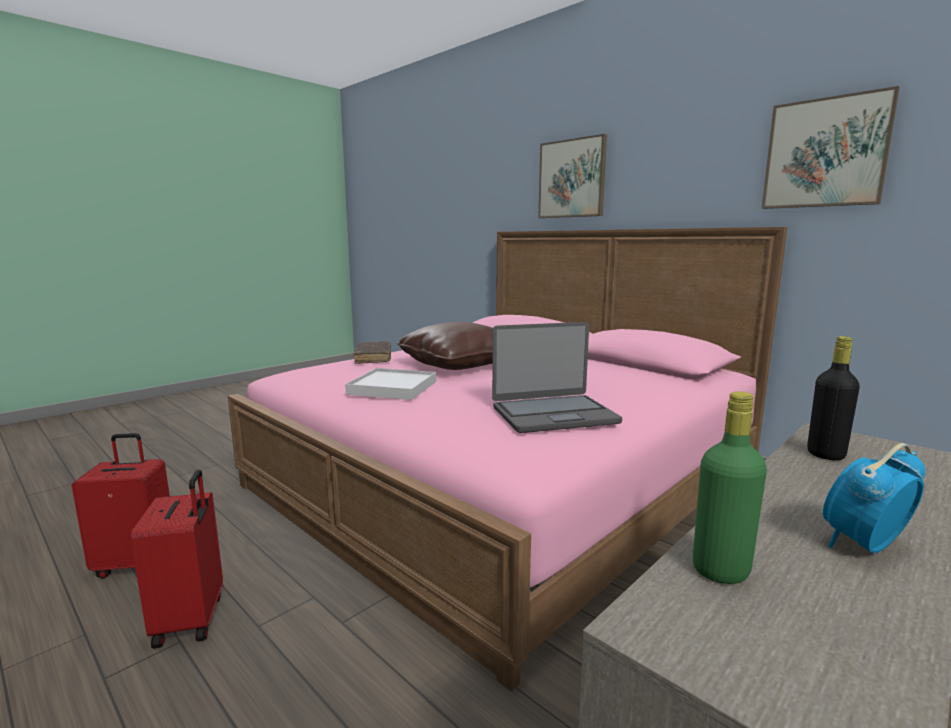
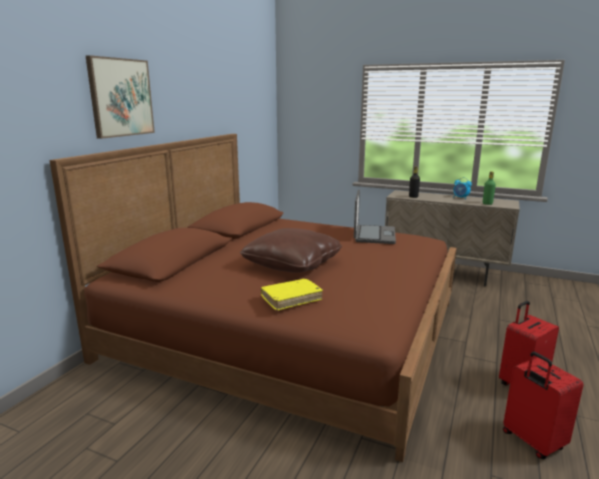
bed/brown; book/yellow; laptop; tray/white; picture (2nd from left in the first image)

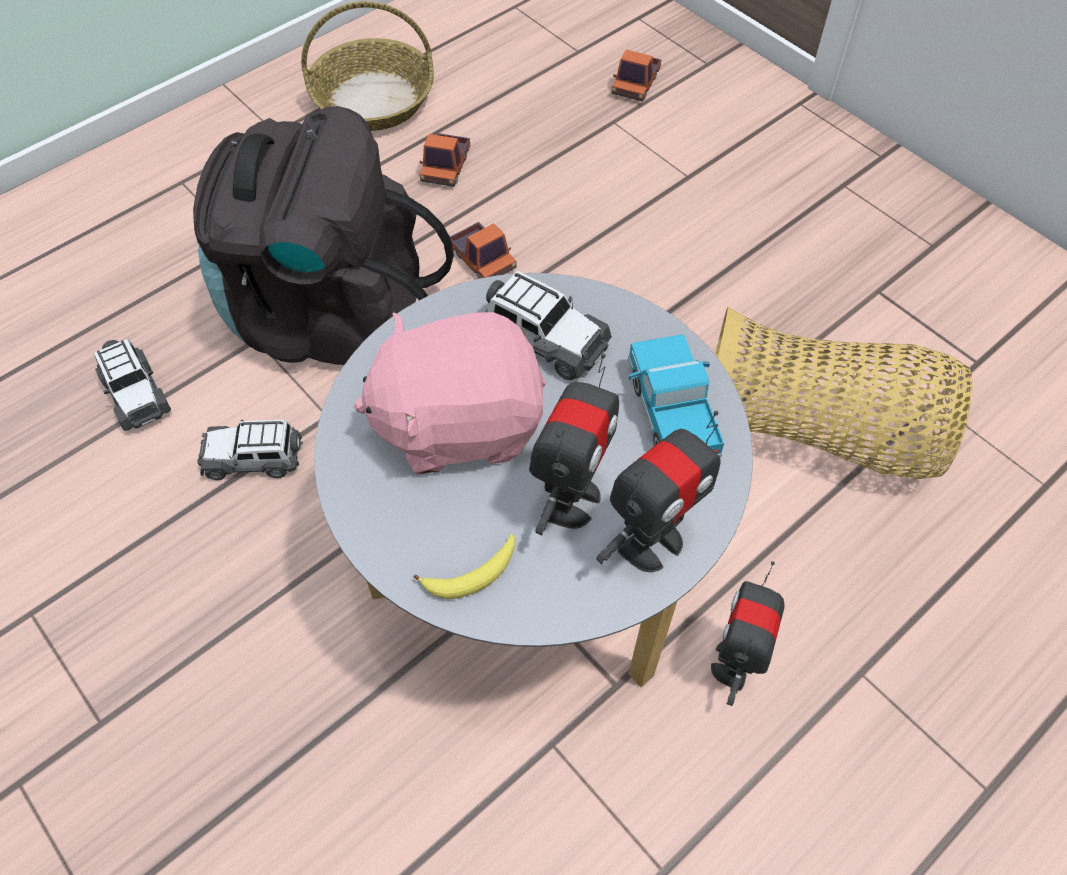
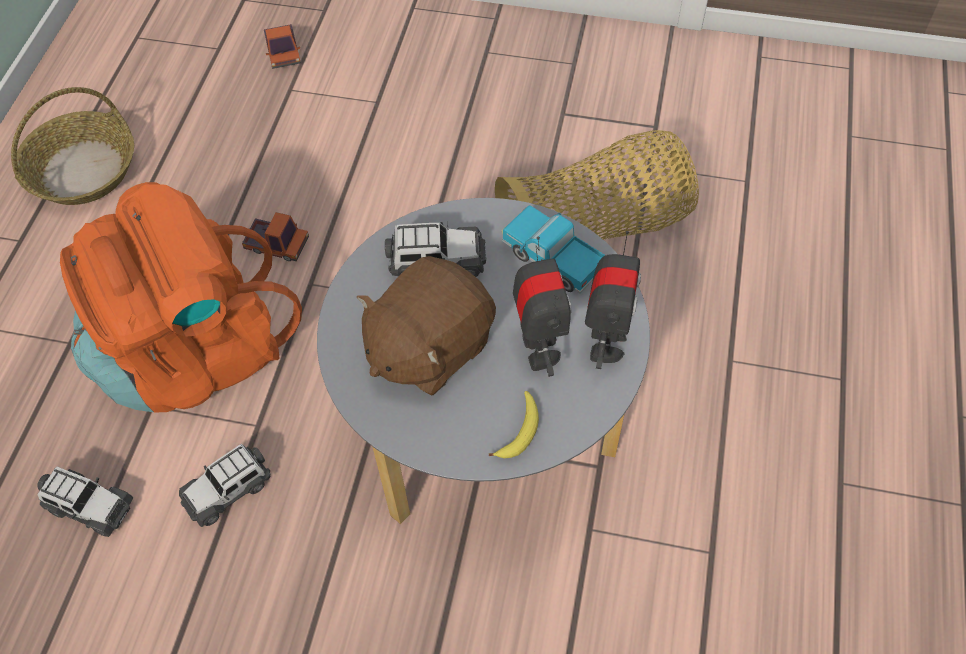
backpack/orange; plush toy/brown; toy truck (1st from left in the first image); toy robot (3rd from left in the first image)

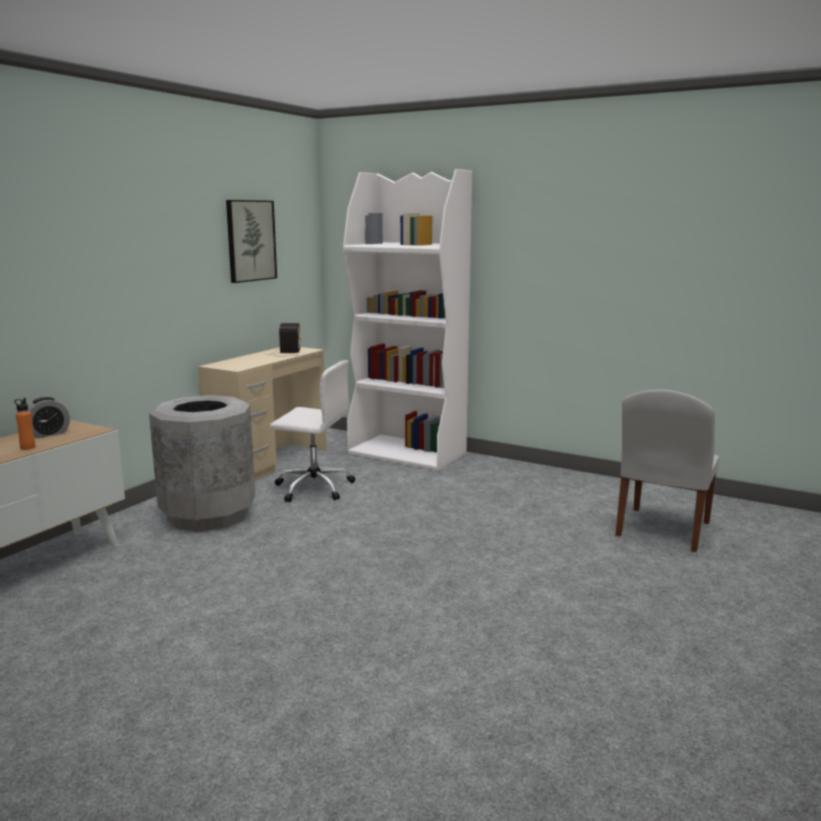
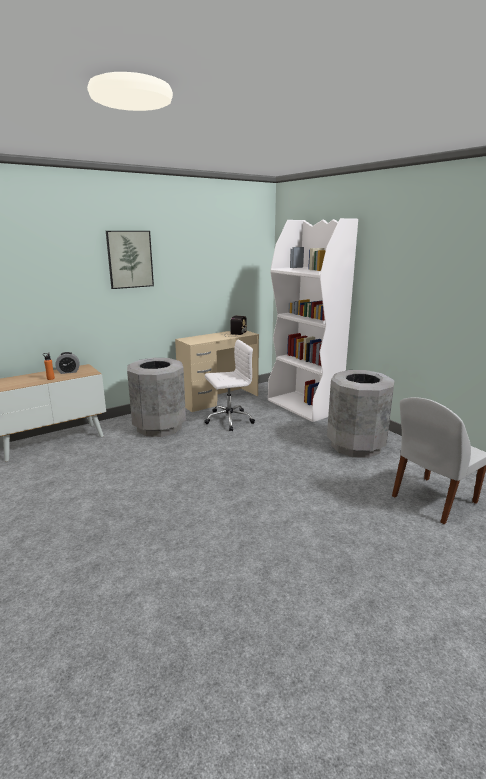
picture; office chair/white; trash can/grey (2nd from left)

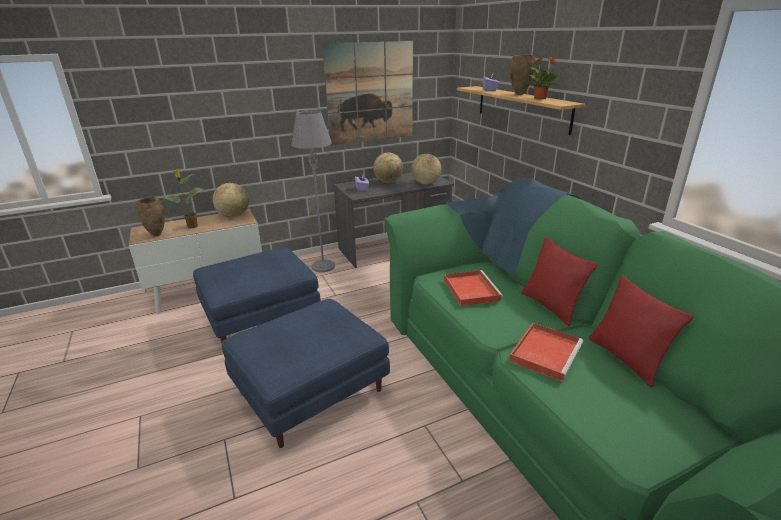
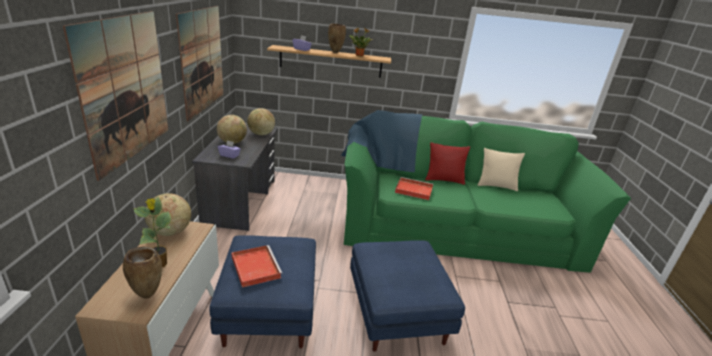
picture (1st from left); tray/red (1st from left); pillow/beige; floor lamp/grey

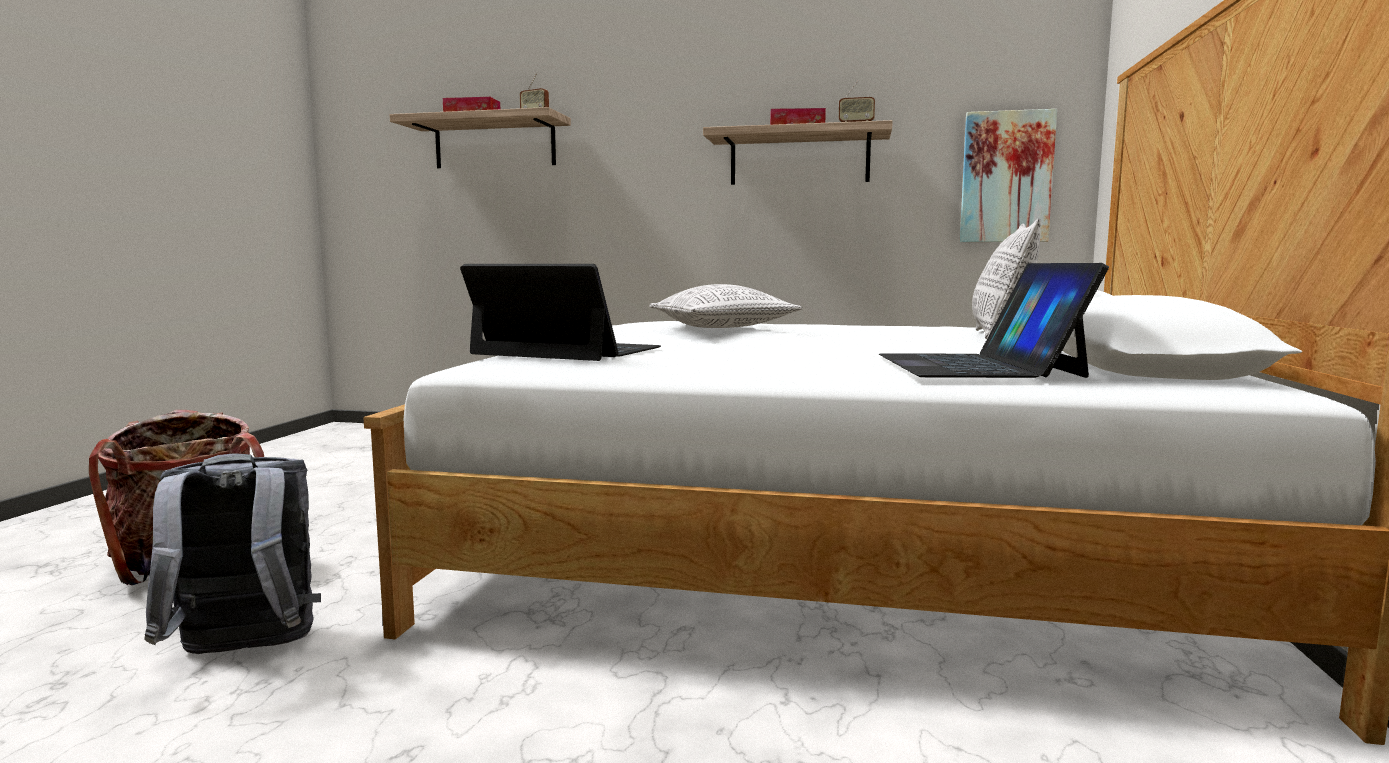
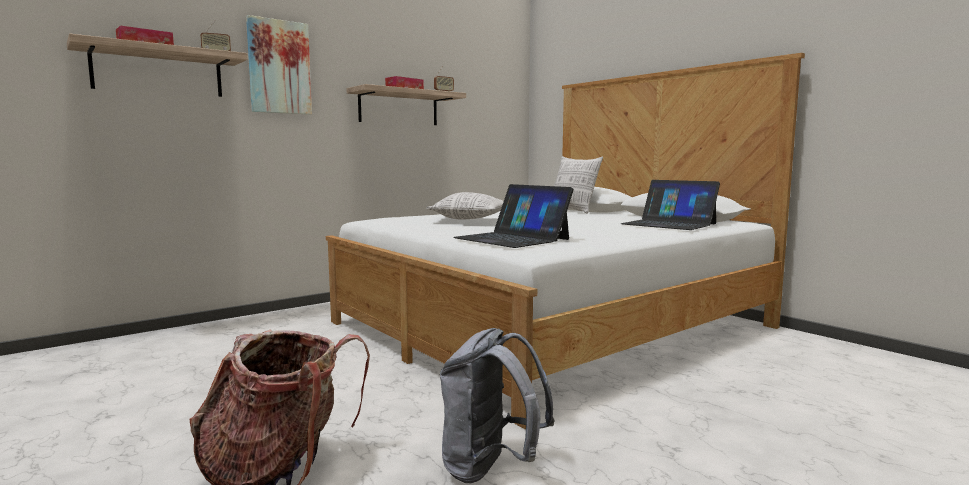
picture; laptop (1st from left)

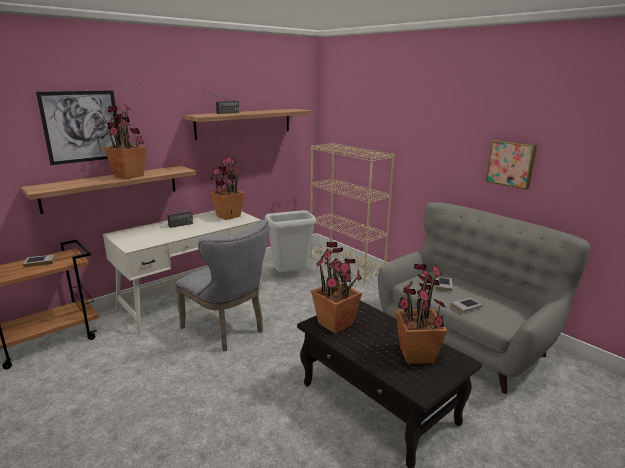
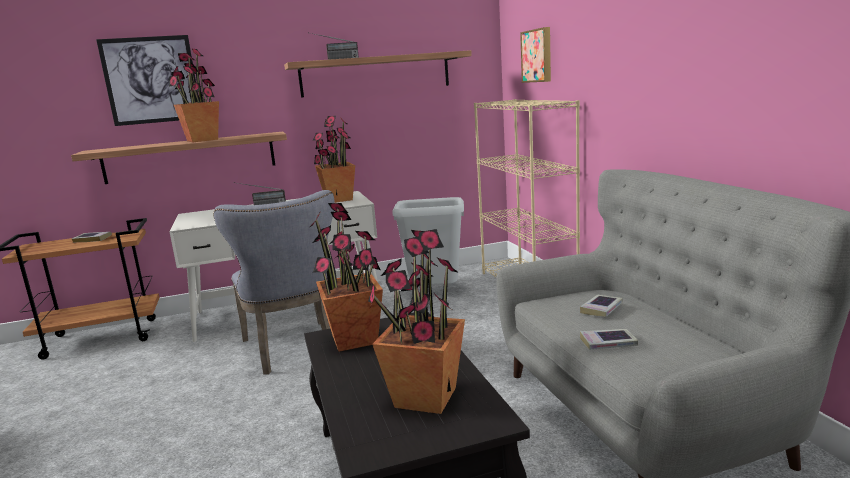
picture (2nd from left)

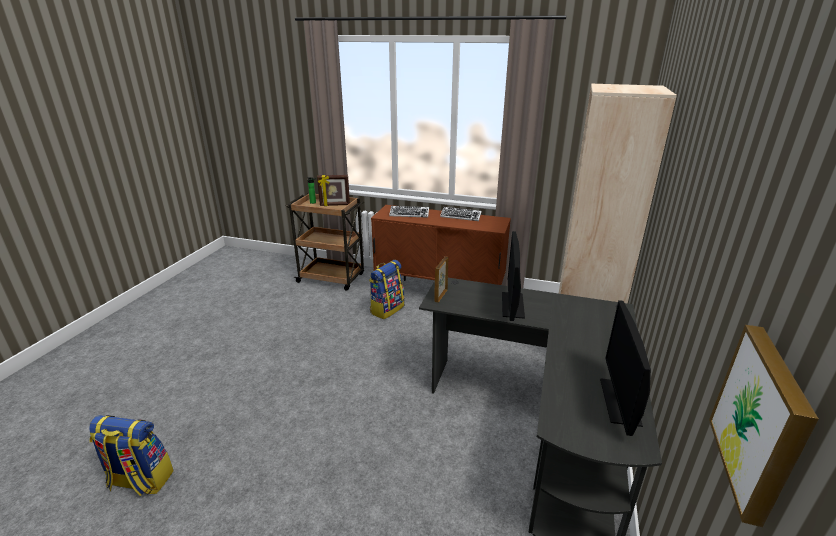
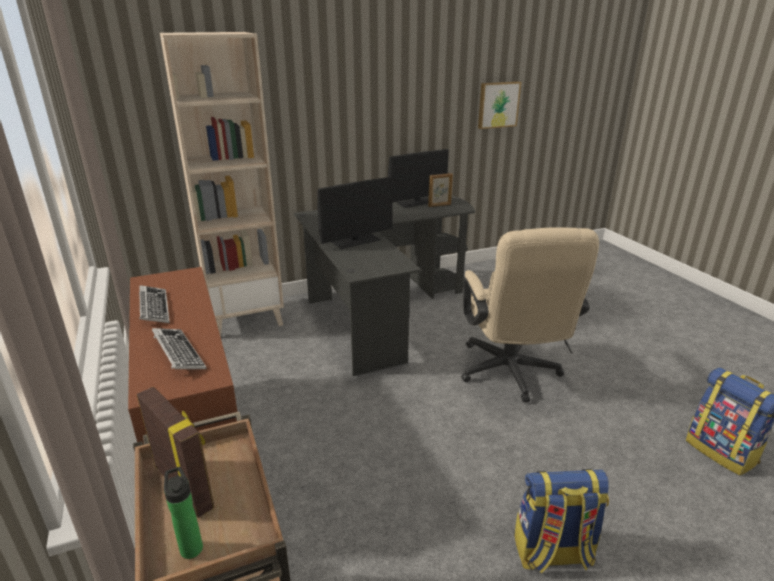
picture frame (2nd from left); office chair/beige; backpack (1st from left)

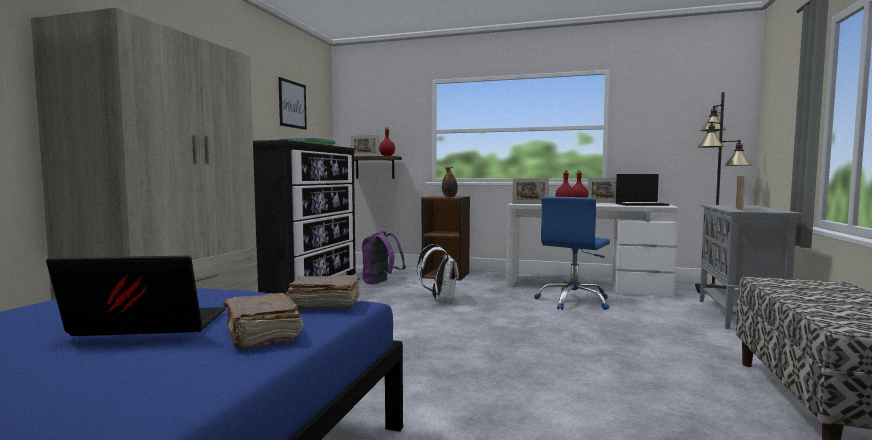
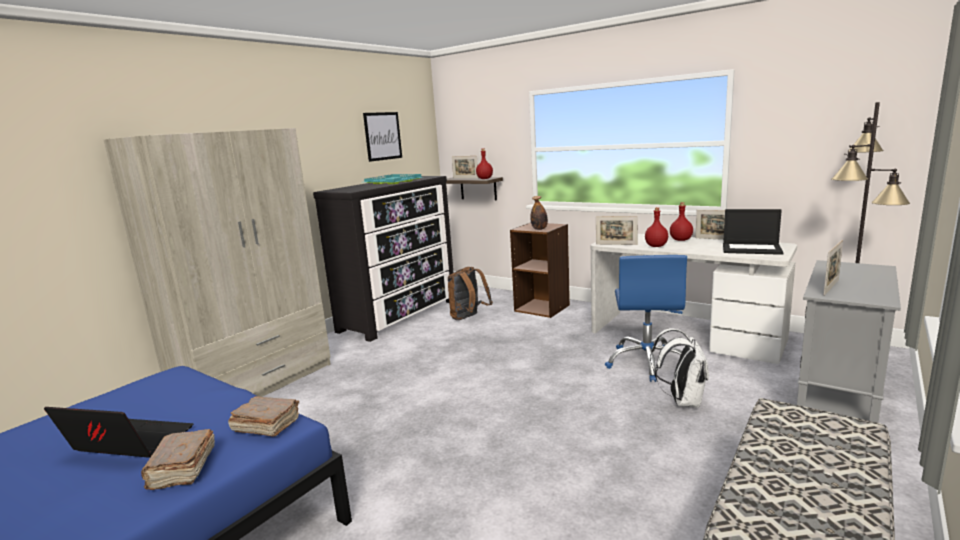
backpack/brown; office chair/blue; backpack/white

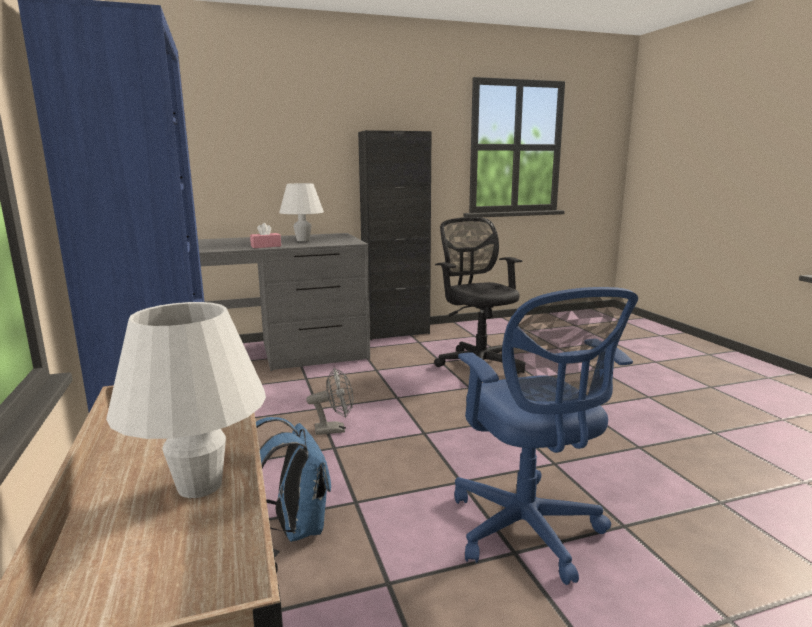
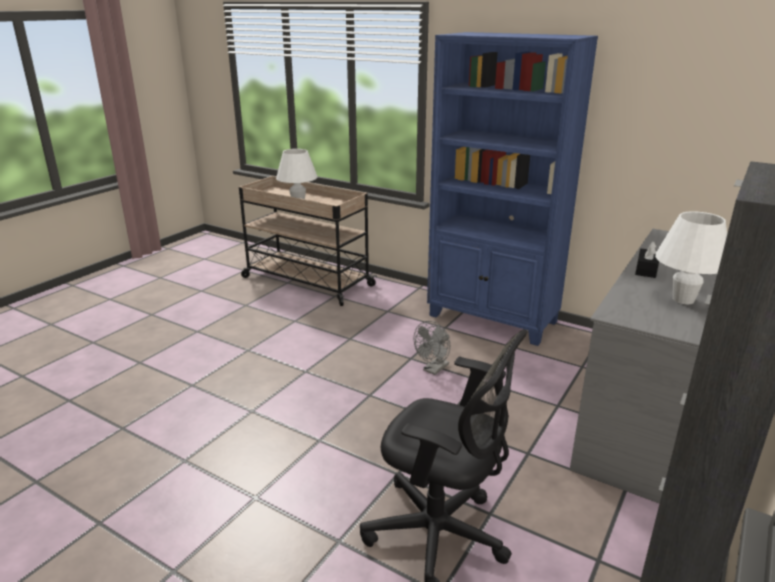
tissue box/black; backpack/blue; office chair/blue

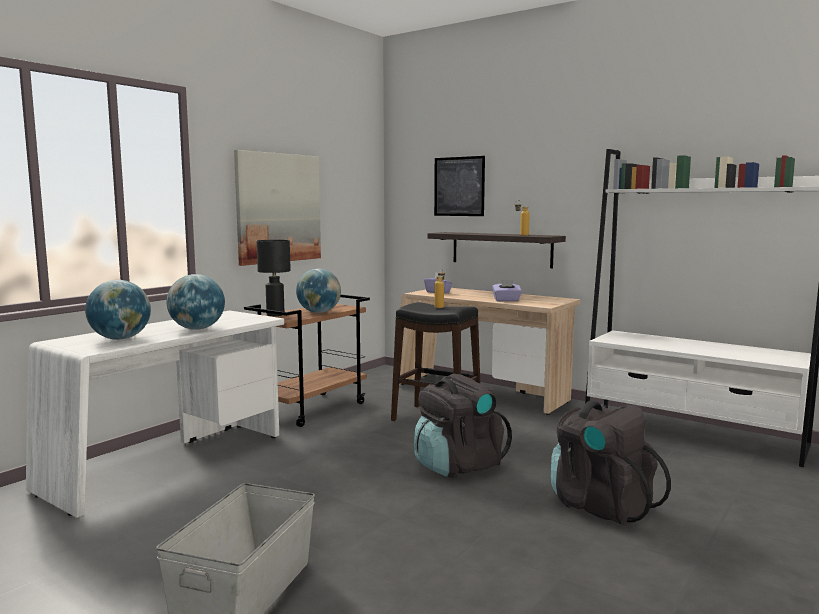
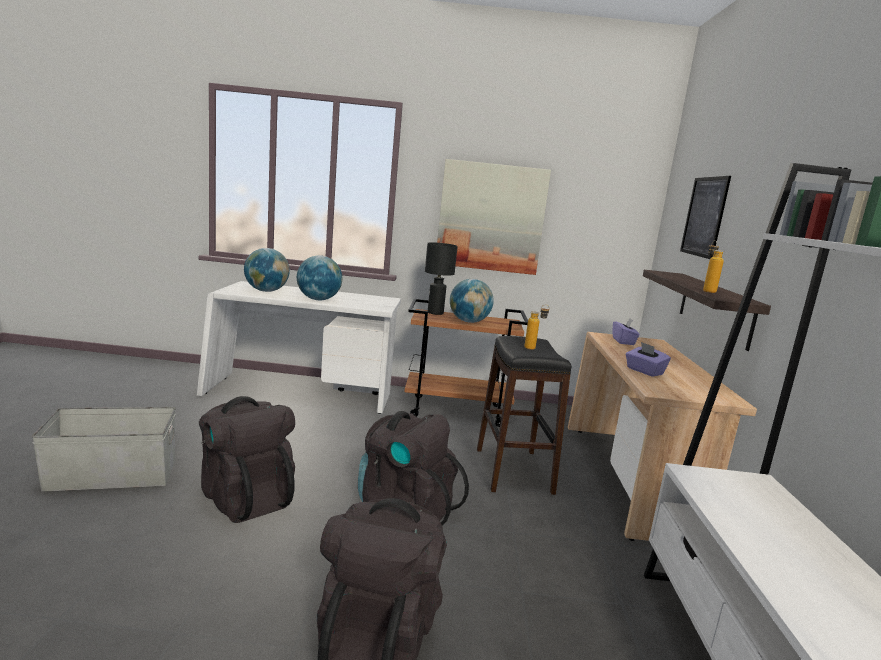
backpack/black (1st from left)

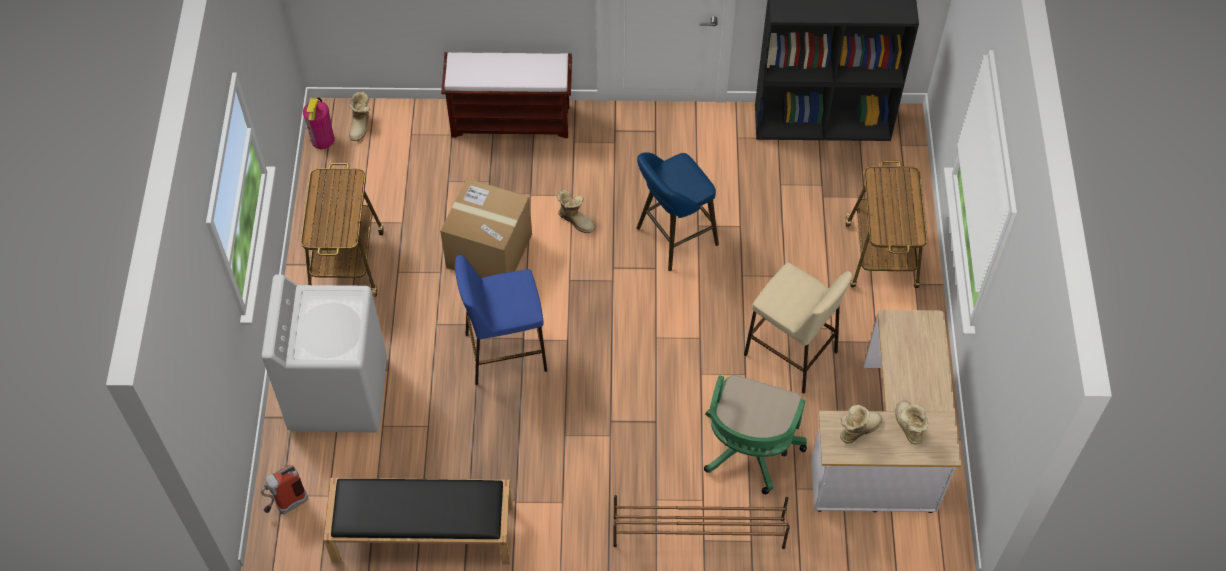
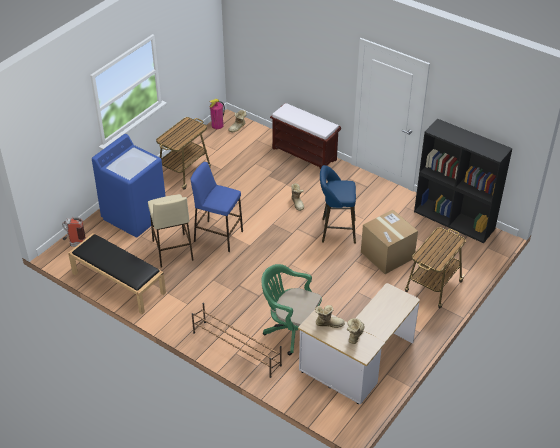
washing machine/blue; stool/beige; office chair/green; cardboard box

